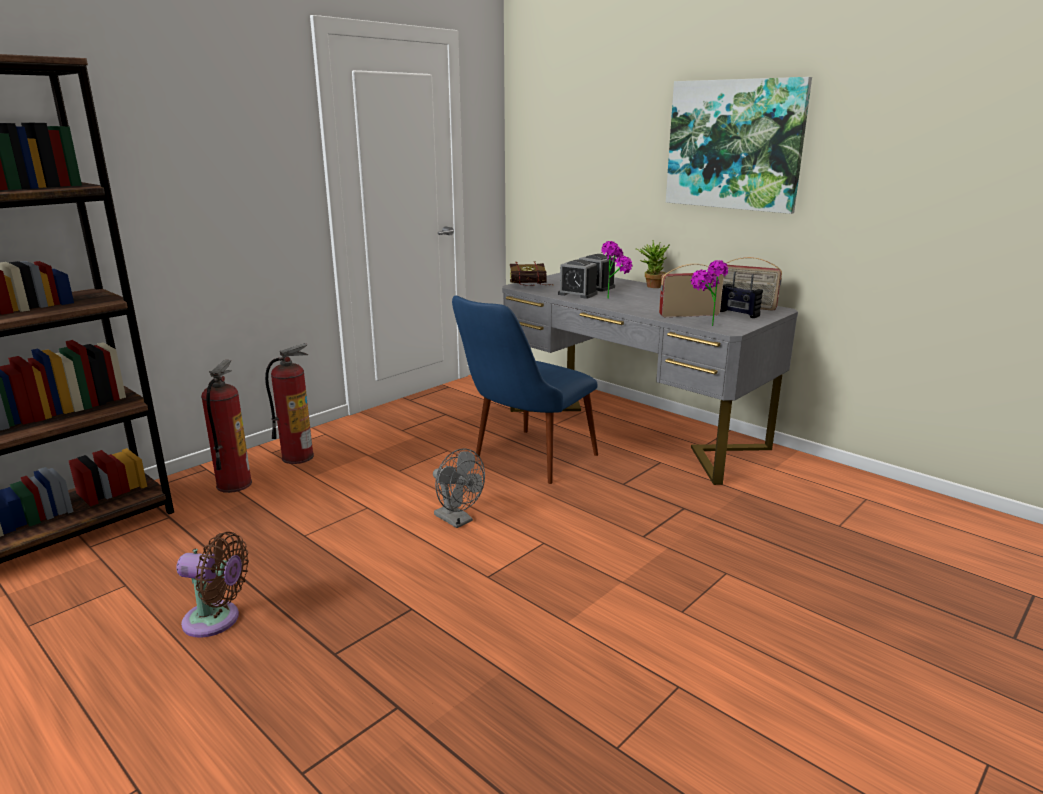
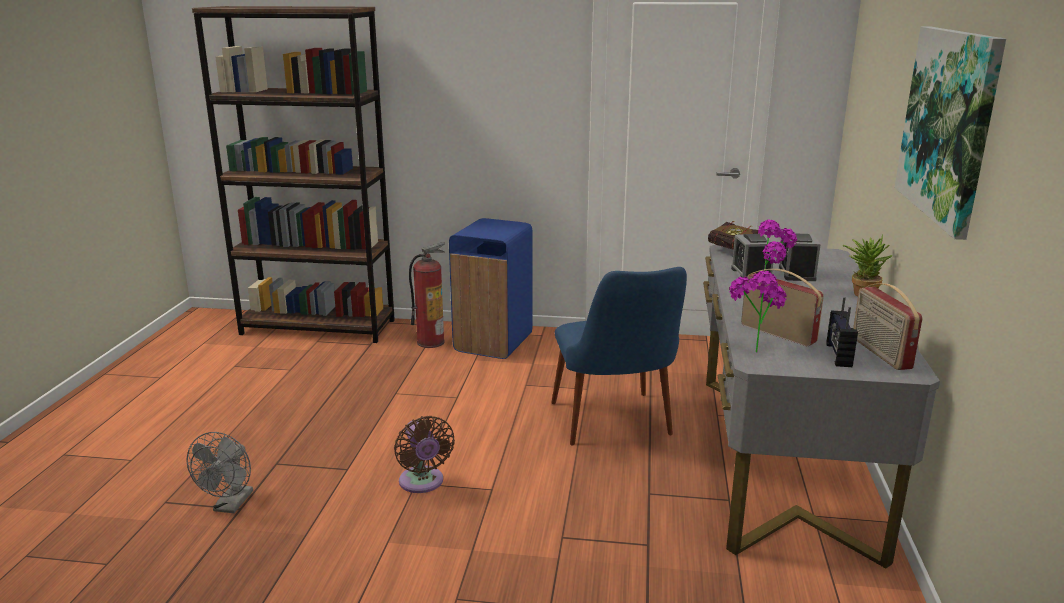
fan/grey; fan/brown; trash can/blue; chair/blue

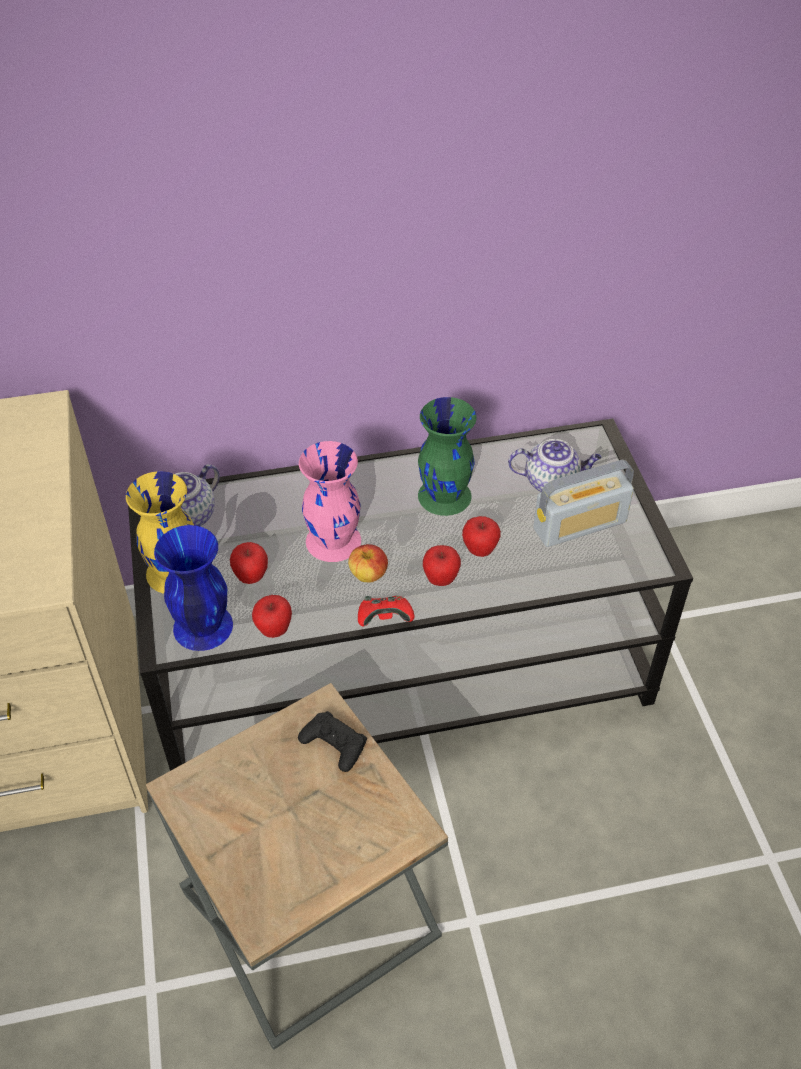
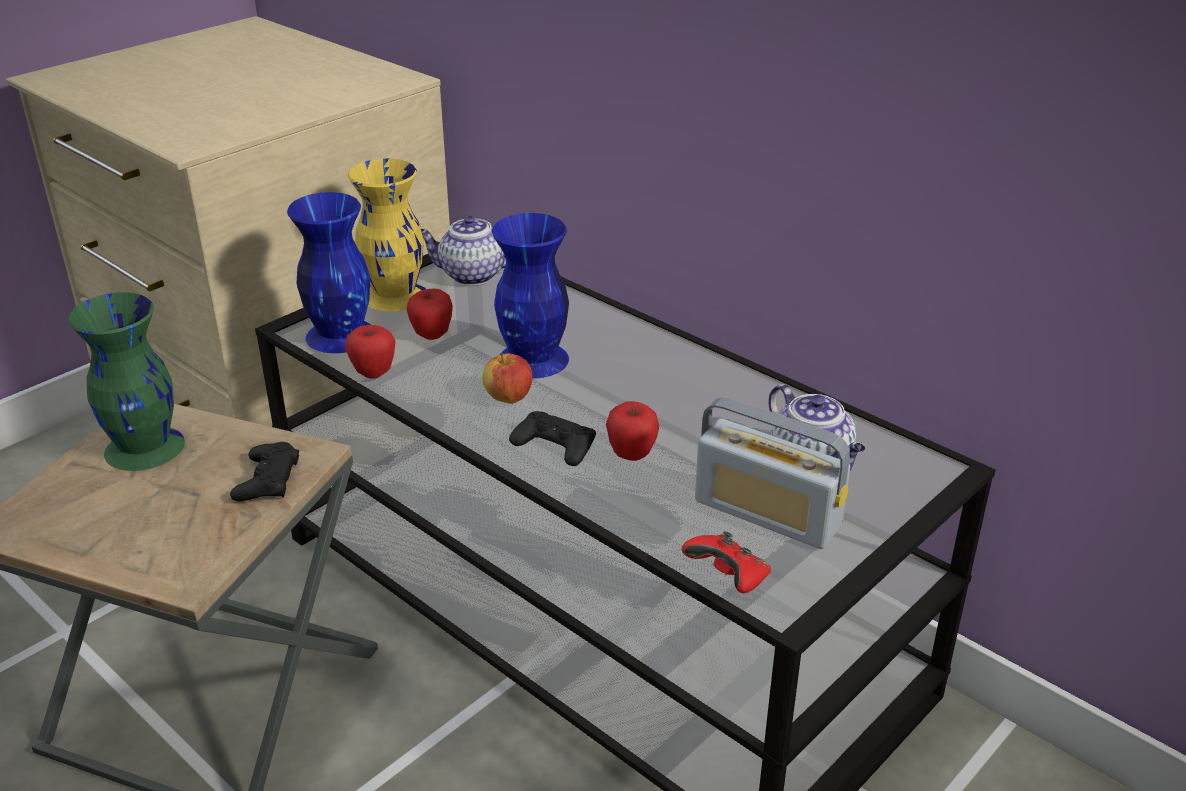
vase/green; vase/blue (2nd from left); game controller/black (2nd from left); game controller/red

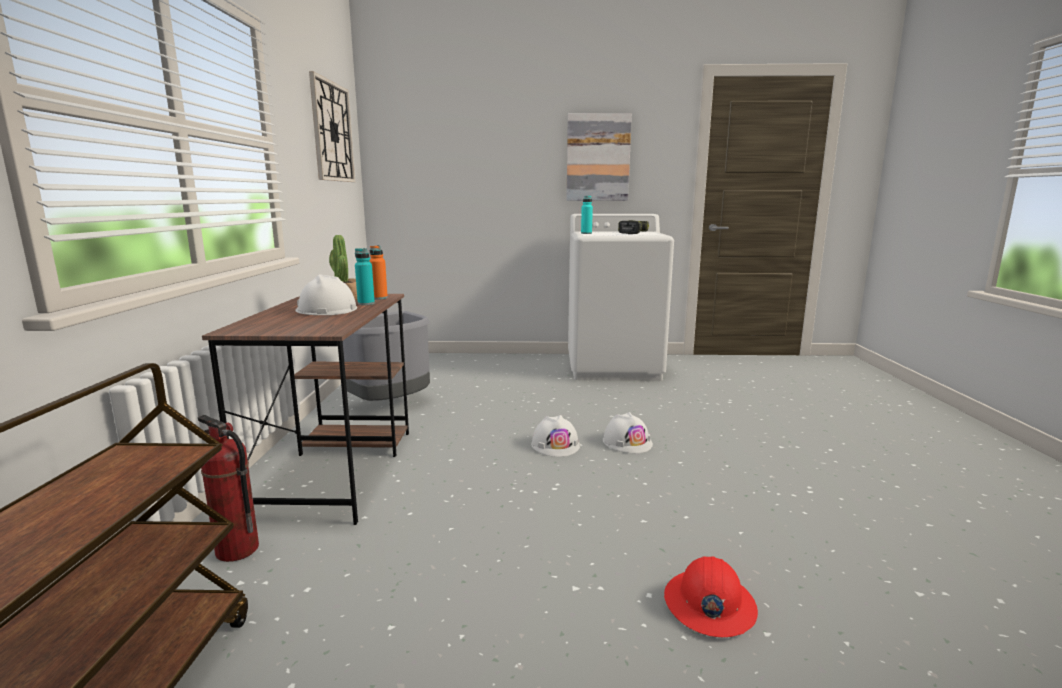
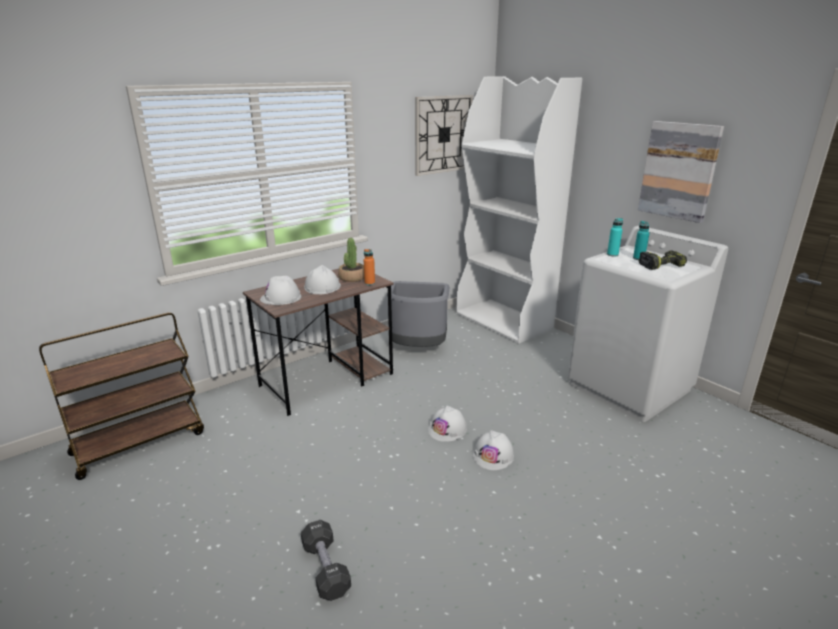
hard hat/white (1st from left); dumbbell/black; bookcase/white; bottle/turquoise (2nd from left); fire extinguisher

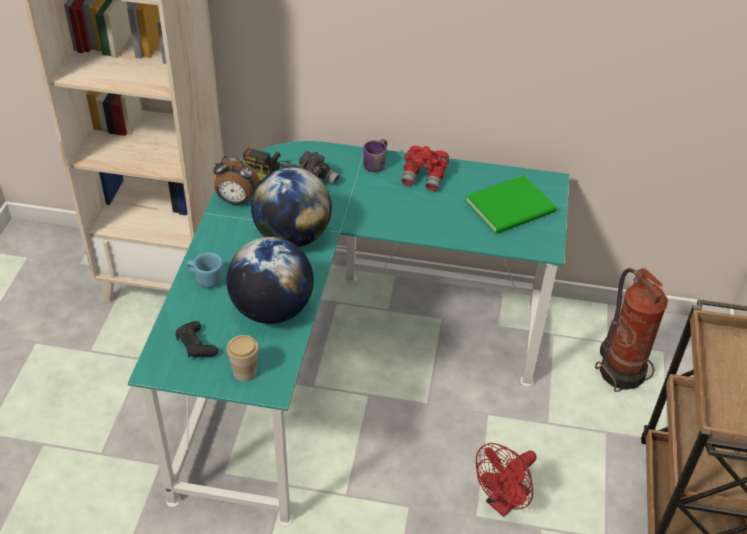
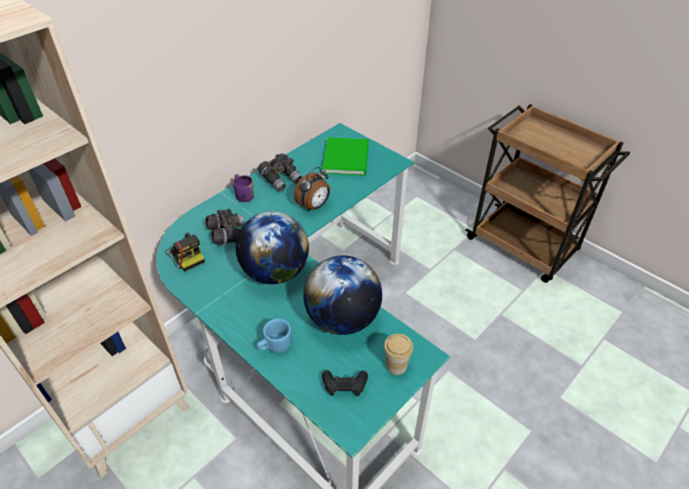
binoculars/grey (2nd from left); alarm clock; fan/red; fire extinguisher

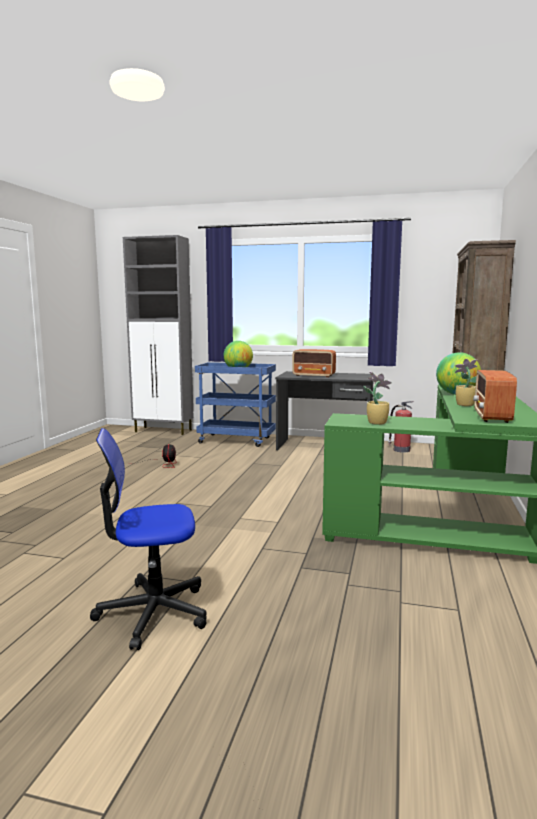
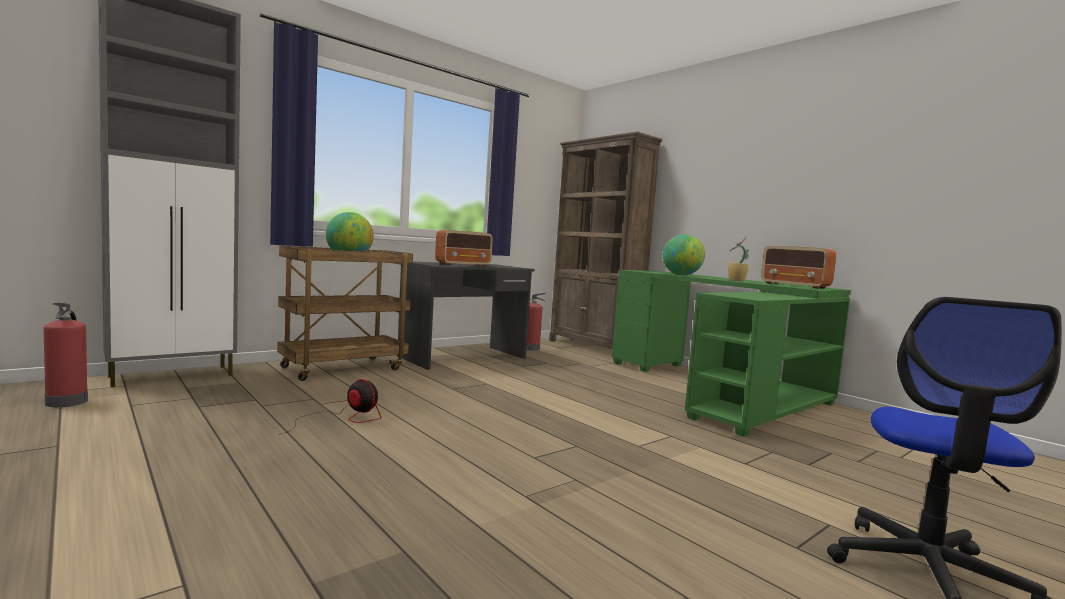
fire extinguisher (1st from left); cart/brown; potted plant (1st from left in the first image)

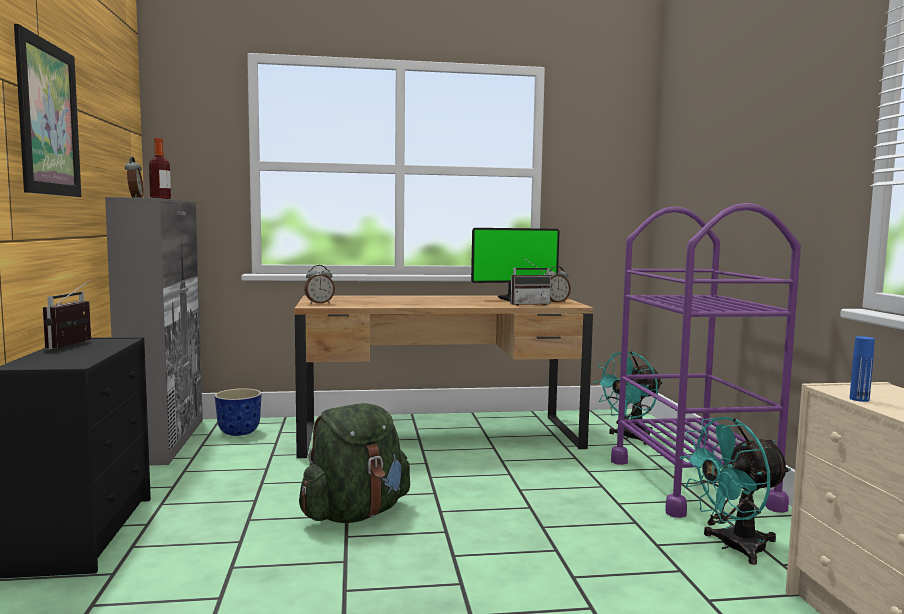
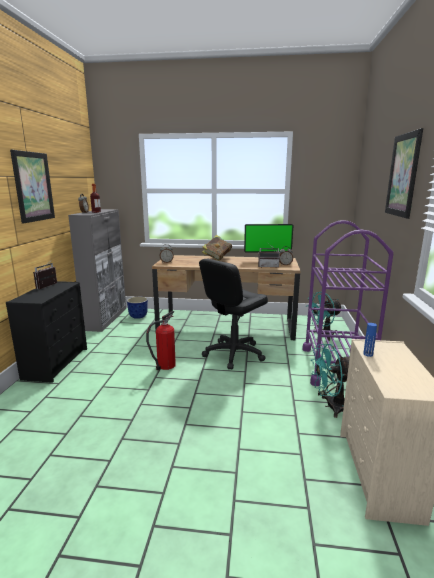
fire extinguisher; office chair/black; book; picture (2nd from left)

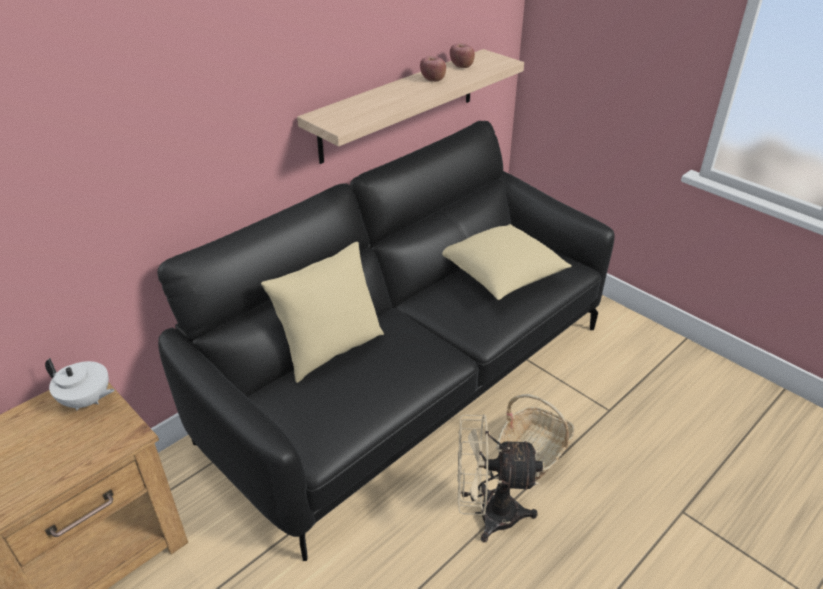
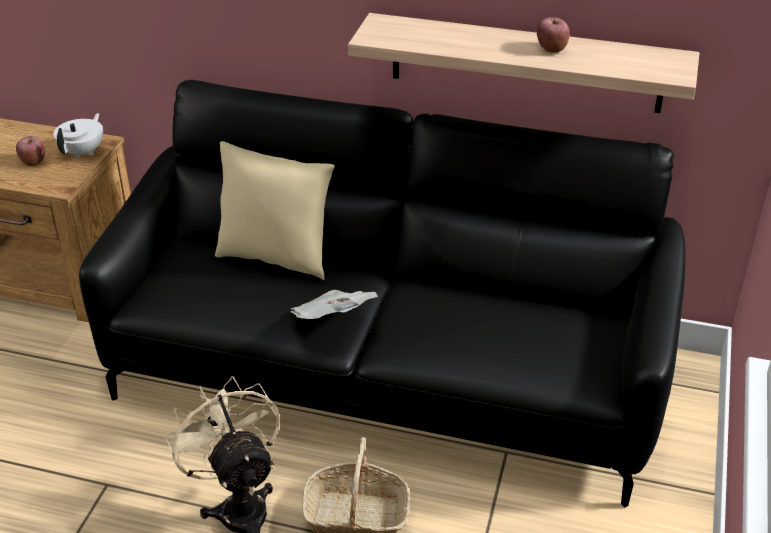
apple (1st from left); teapot/white; newspaper; pillow/beige (2nd from left in the first image)

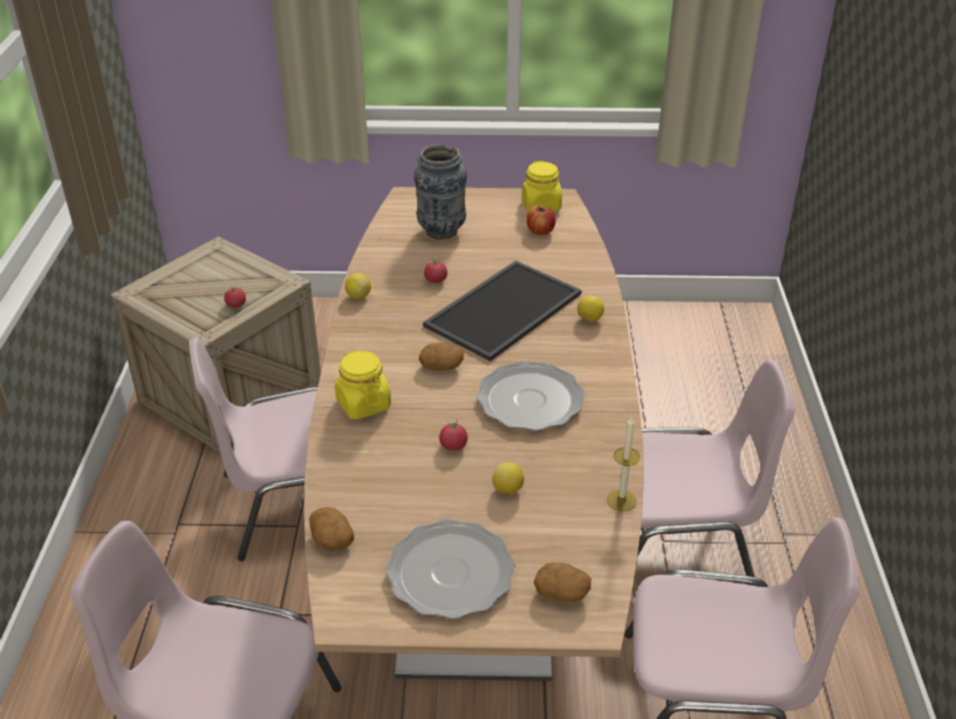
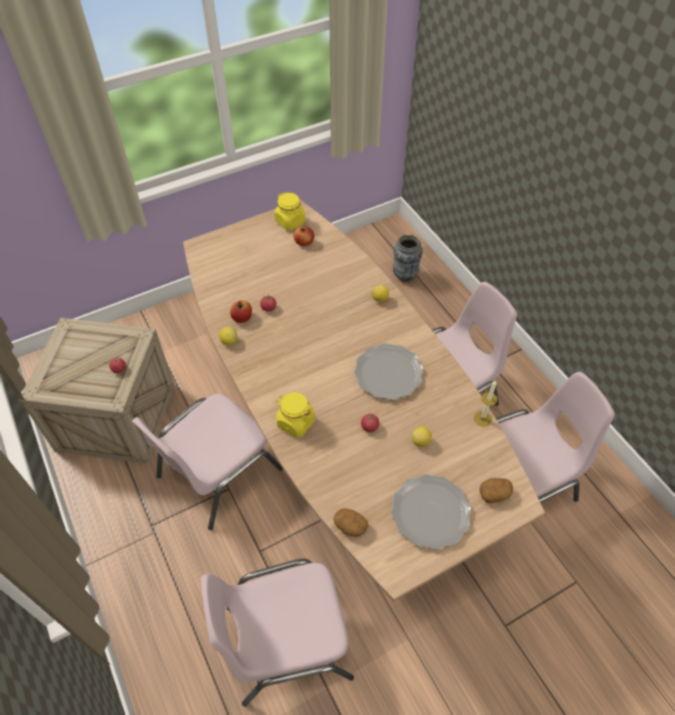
apple (1st from left); vase; potato (2nd from left in the first image); tray

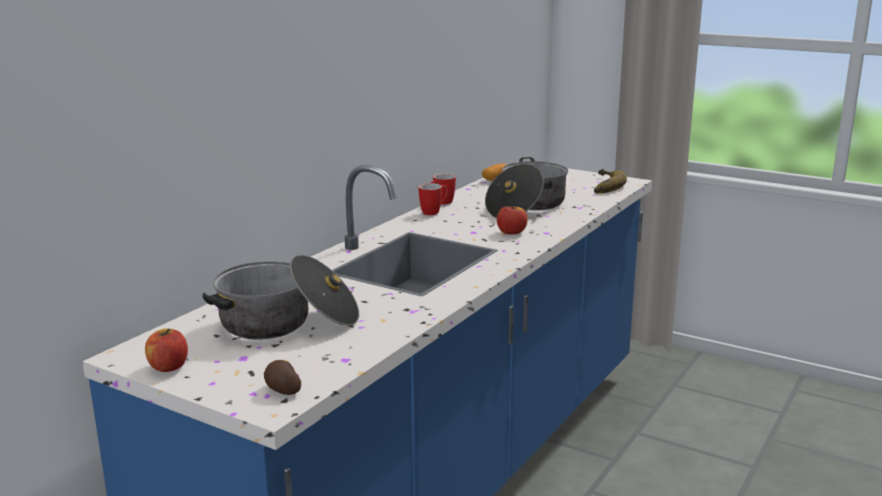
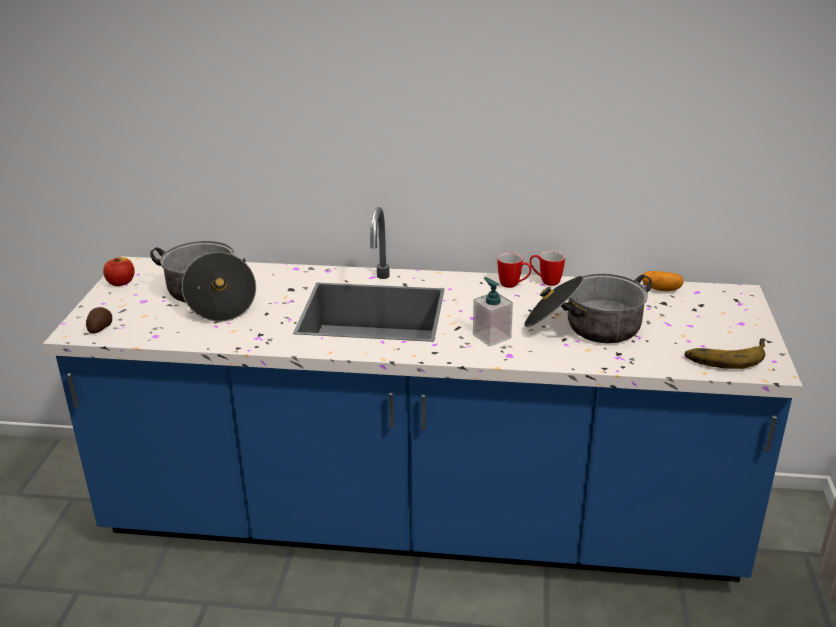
soap dispenser

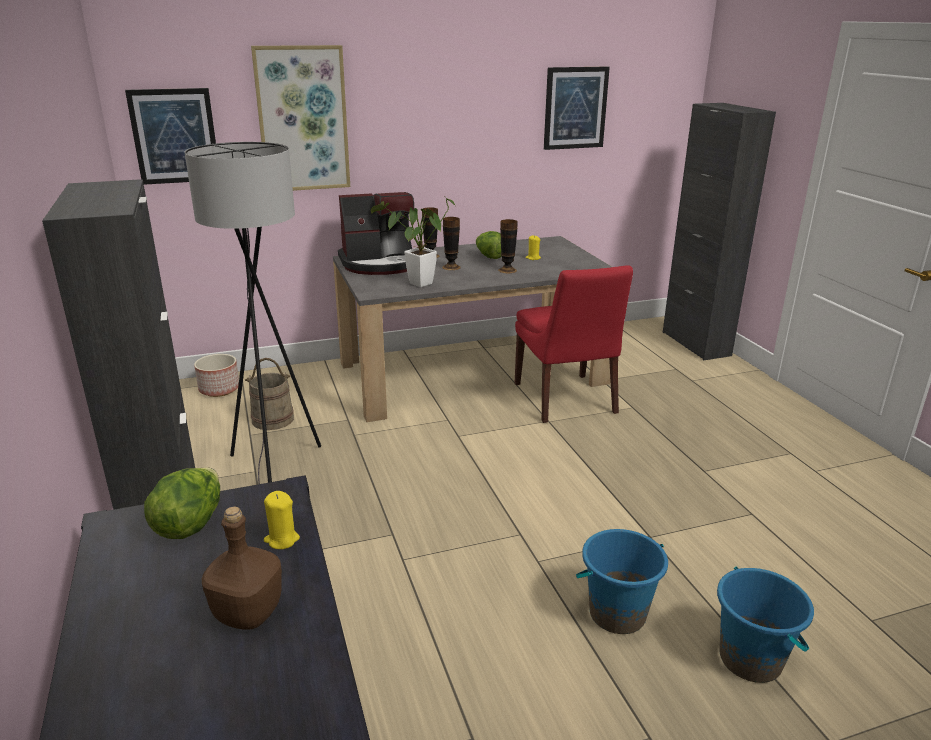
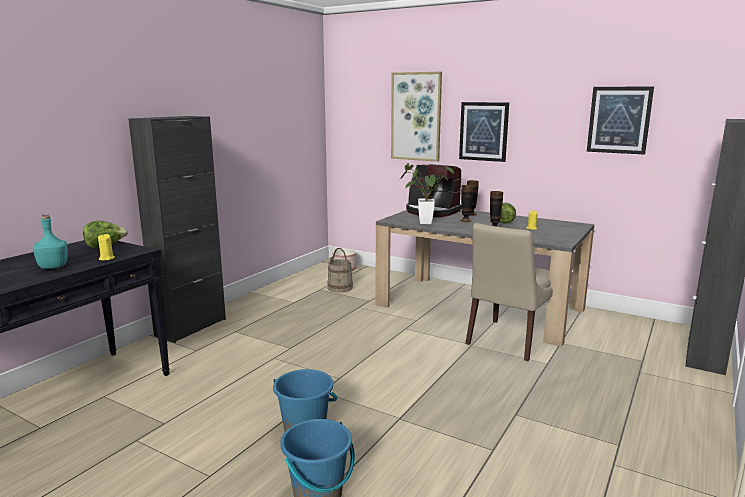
bottle/turquoise; picture (2nd from left); chair/beige; floor lamp/grey

